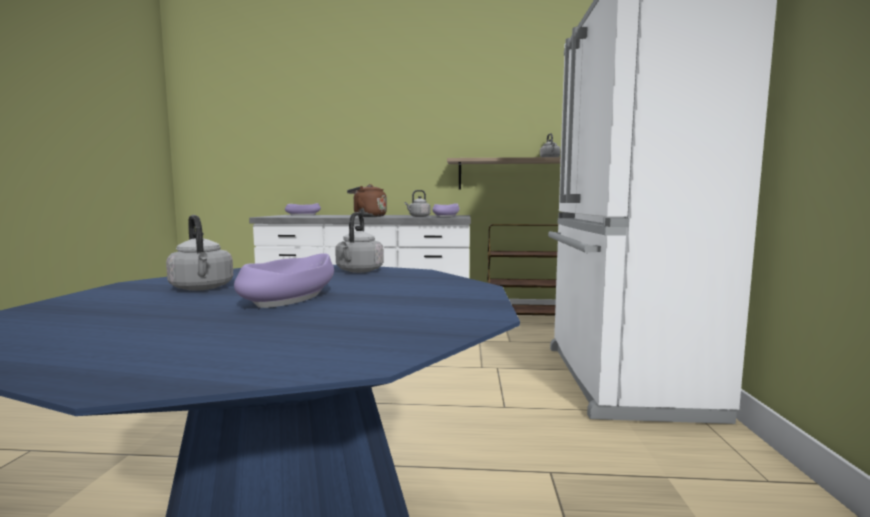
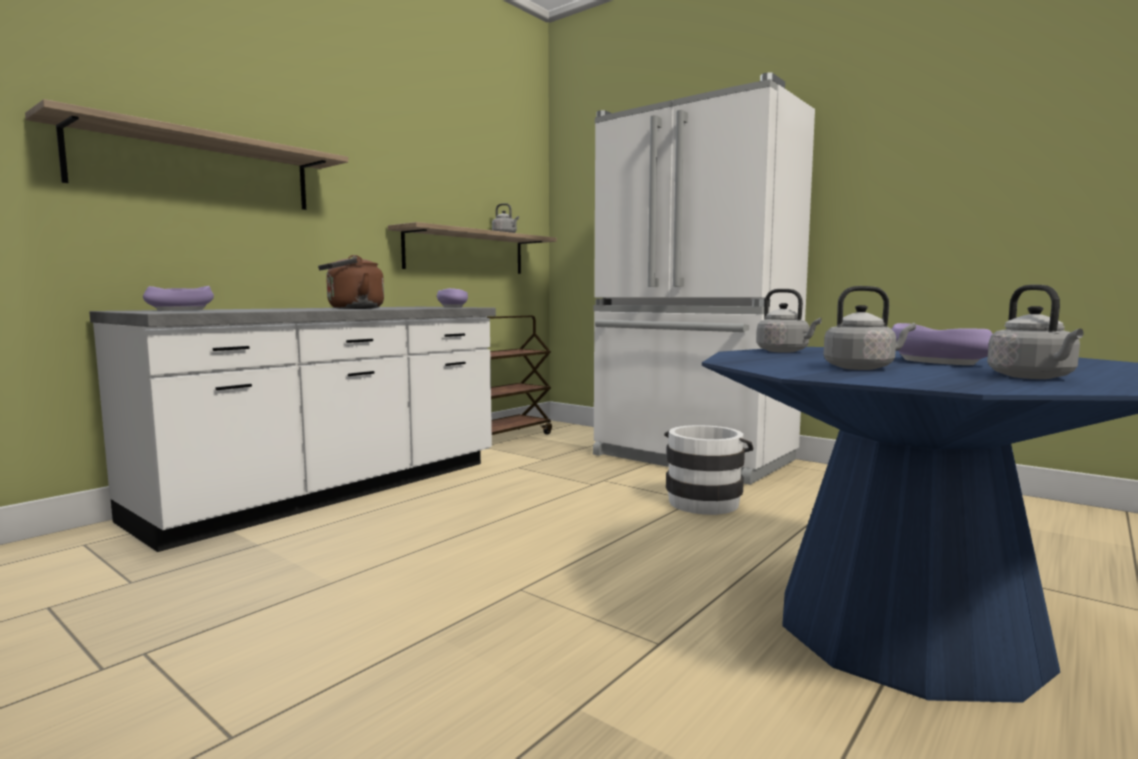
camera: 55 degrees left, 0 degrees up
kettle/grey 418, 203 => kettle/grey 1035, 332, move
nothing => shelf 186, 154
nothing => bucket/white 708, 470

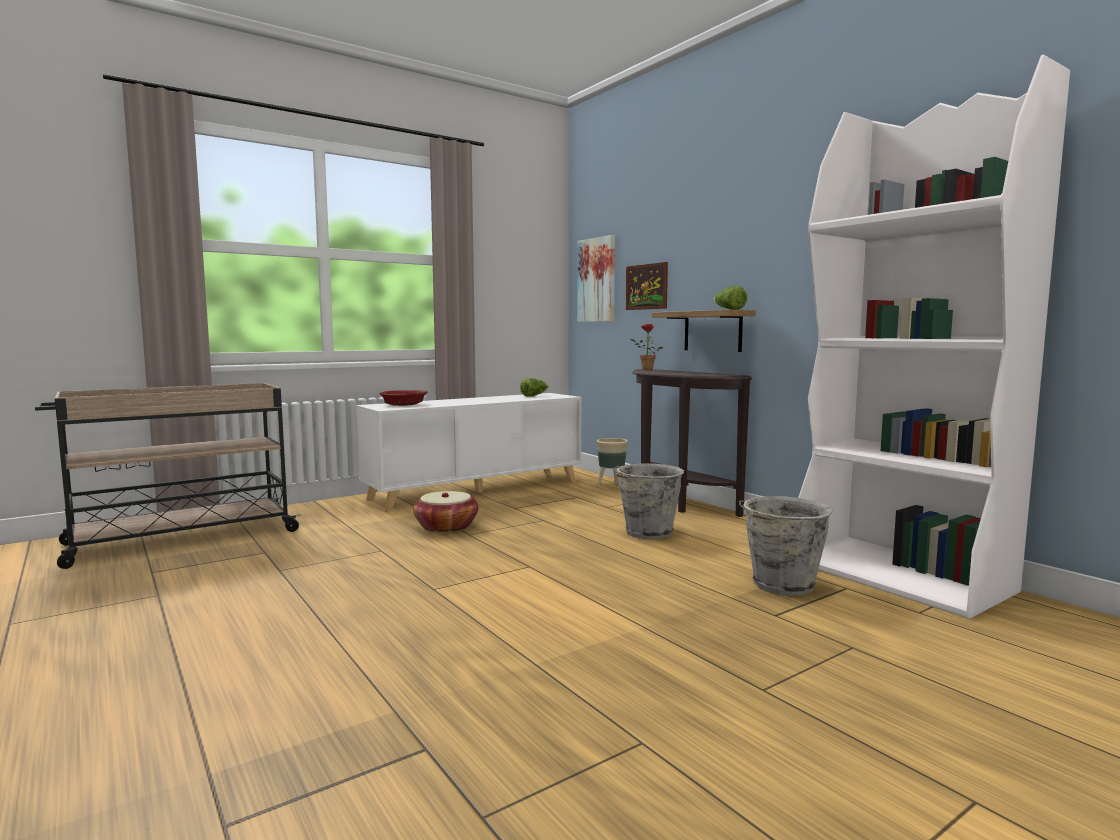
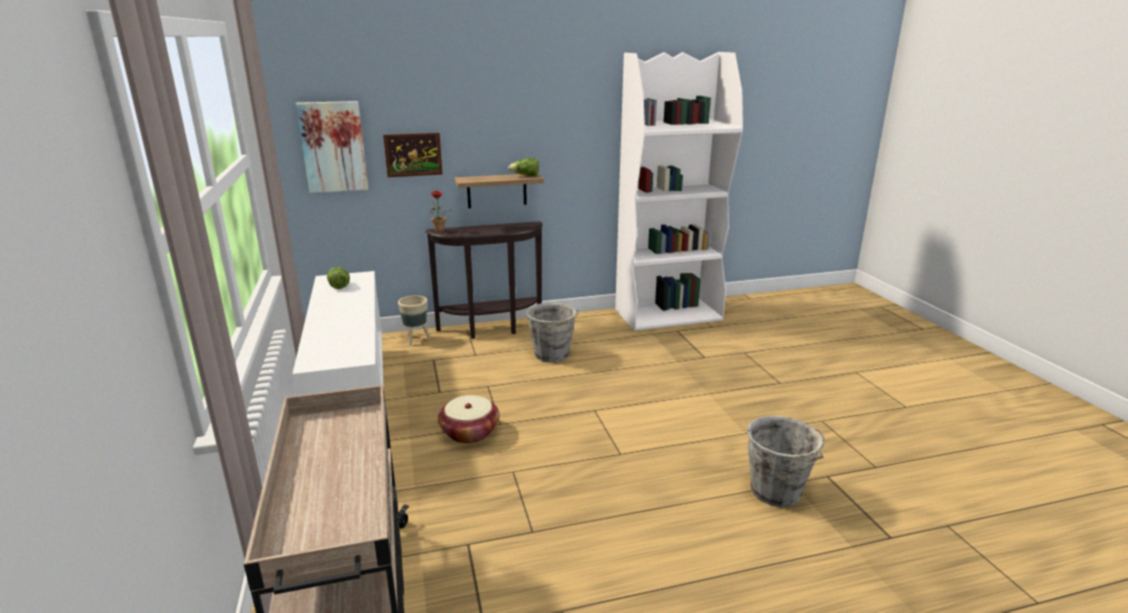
camera: 70 degrees left, 15 degrees up
bowl/red 404, 398 => nothing
bucket/grey 786, 546 => bucket/grey 786, 461, move

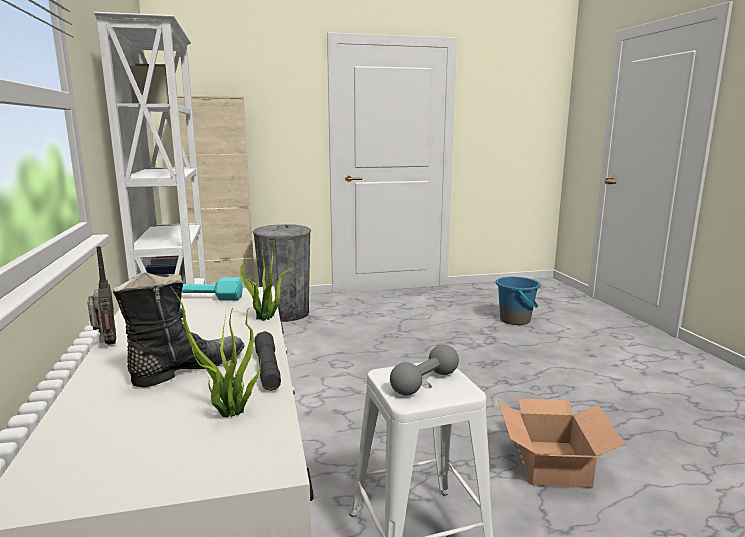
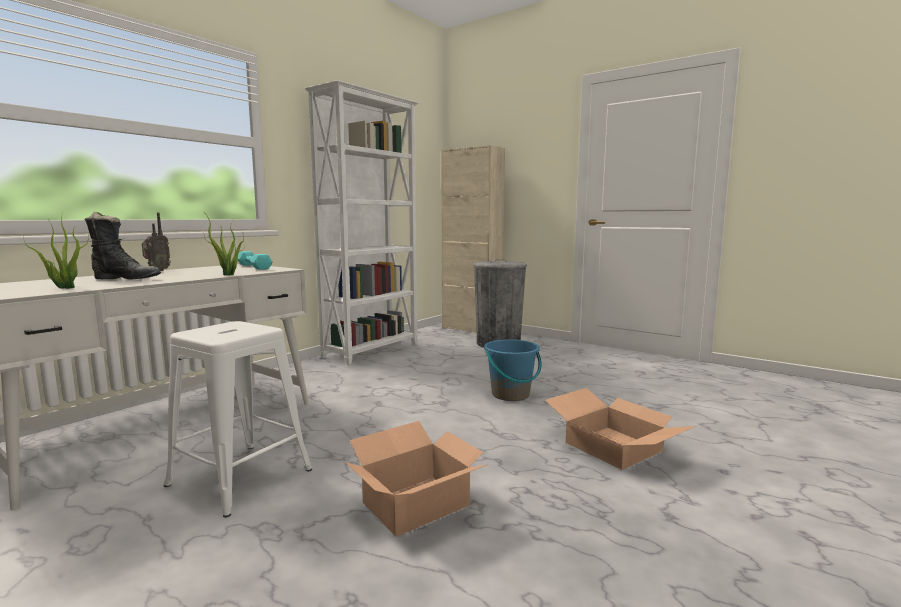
camera: 50 degrees right, 5 degrees down
flashlight/grey 267, 361 => nothing
dumbbell/grey 424, 370 => nothing
bucket/blue 518, 301 => bucket/blue 513, 370, move
nothing => cardboard box 620, 429

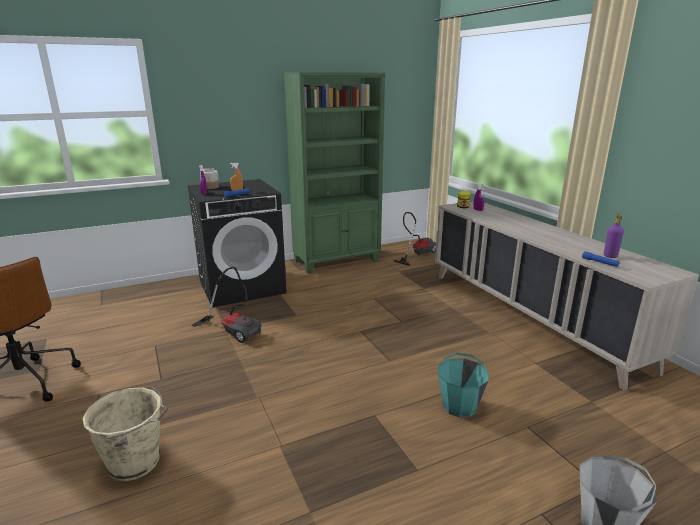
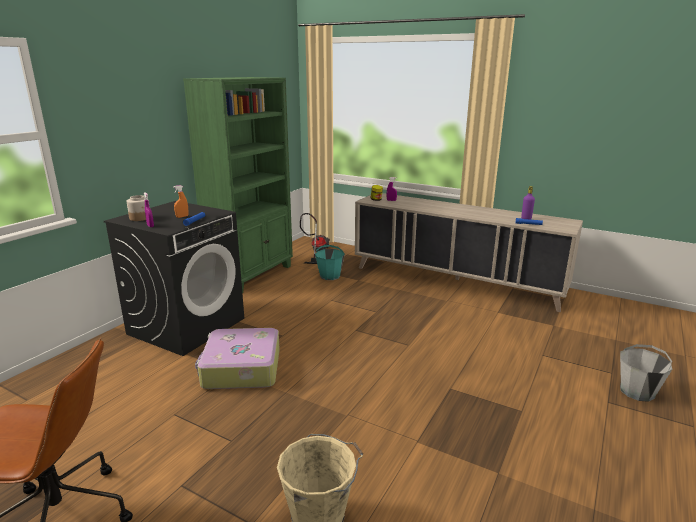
camera: 35 degrees left, 0 degrees up
vacuum cleaner 227, 305 => suitcase 237, 358
bucket/turquoise 463, 385 => bucket/turquoise 330, 262, move

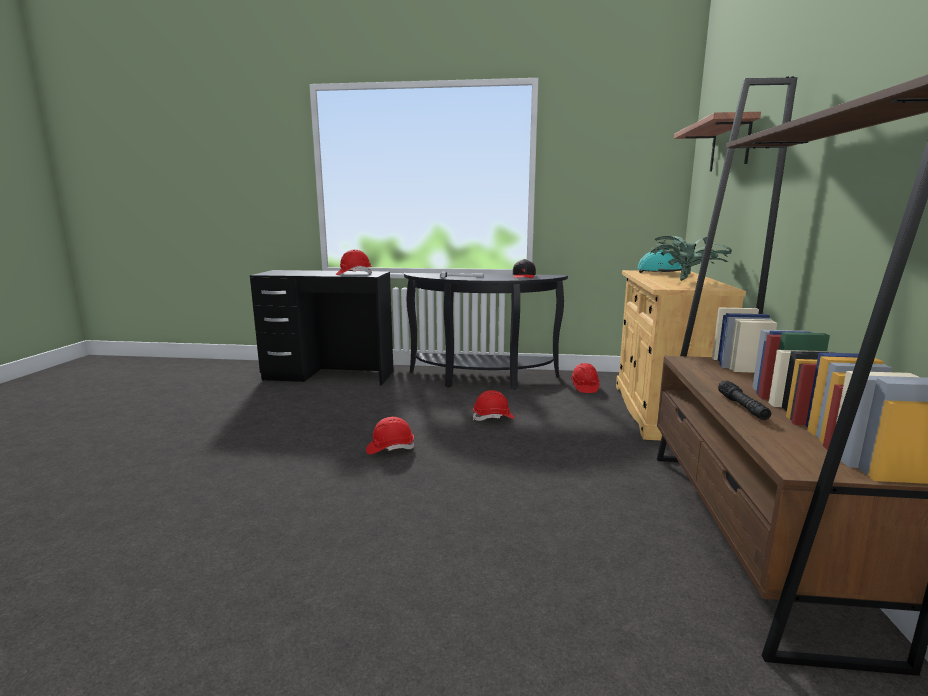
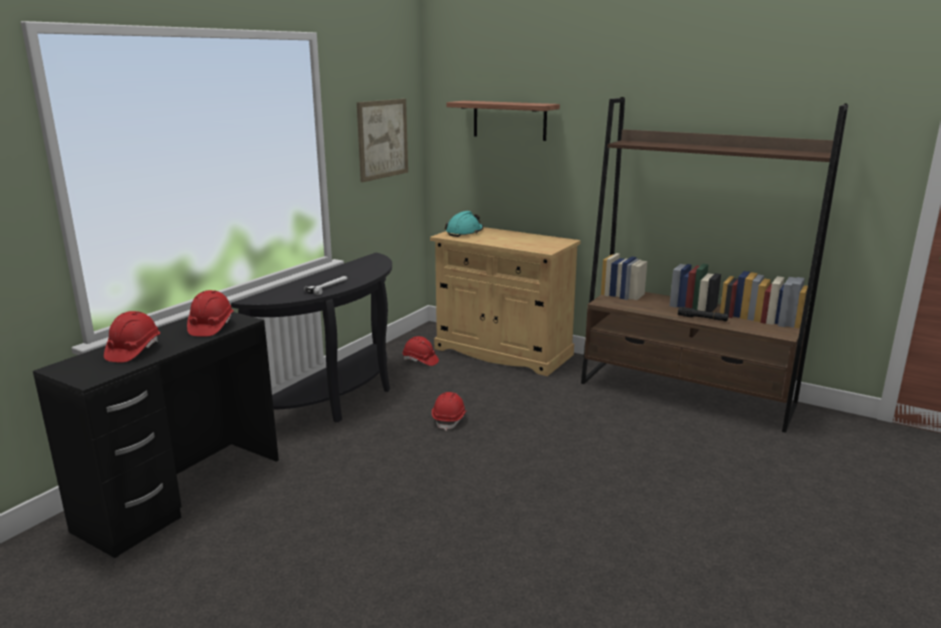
camera: 65 degrees left, 5 degrees up
hard hat/red 390, 435 => hard hat/red 132, 336, move
cap/black 524, 268 => nothing
potted plant 691, 258 => nothing
nothing => picture 382, 140

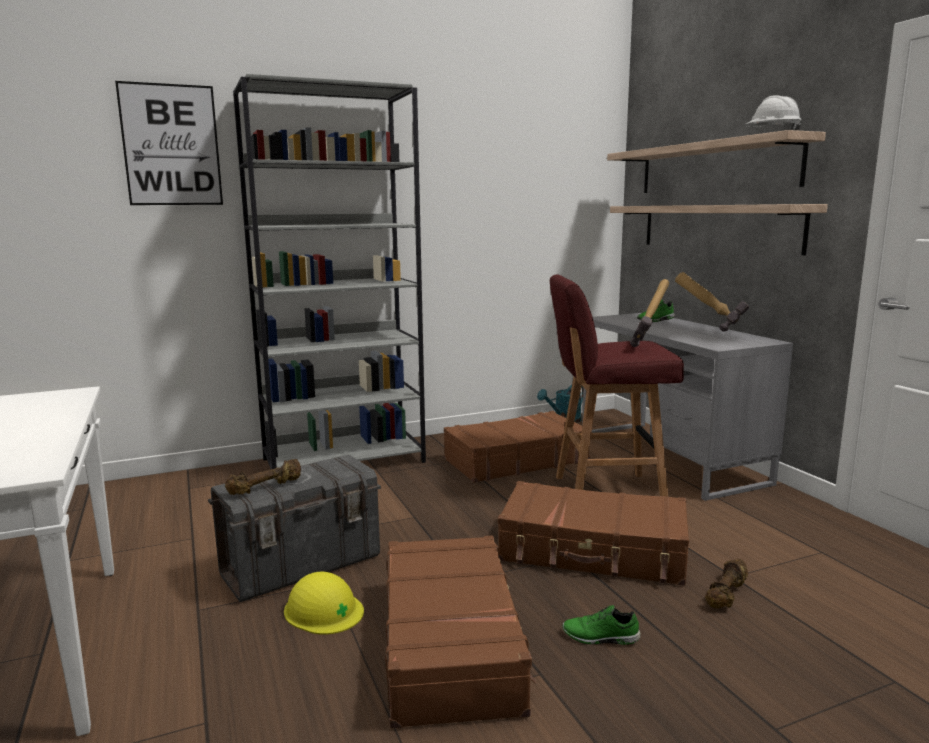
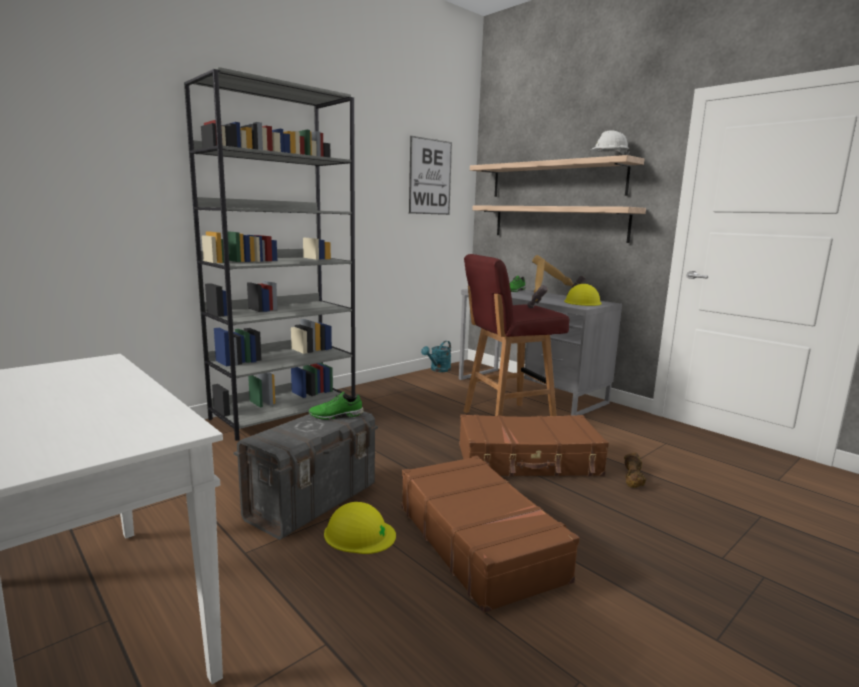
camera: 20 degrees left, 0 degrees up
picture 169, 143 => picture 430, 175, move
dumbbell/brown 263, 477 => nothing
suitcase/brown 517, 447 => nothing
shoe/green 601, 625 => shoe/green 336, 406, move
nothing => hard hat/yellow 583, 295

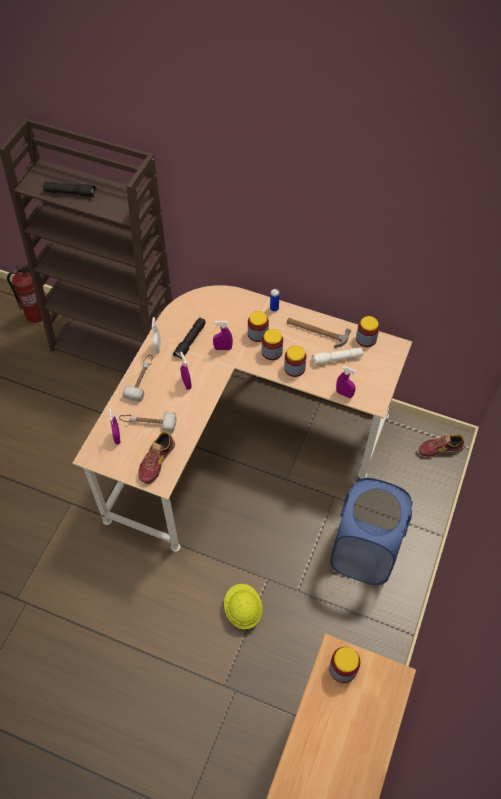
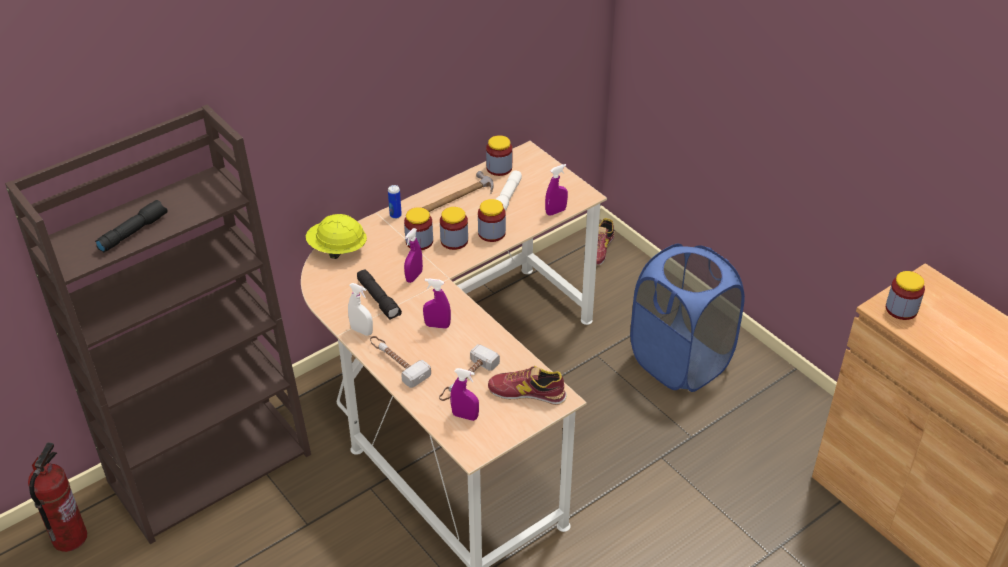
camera: 60 degrees left, 15 degrees down
shoe 156, 457 => shoe 527, 385, 135 degrees clockwise
hard hat/yellow 243, 606 => hard hat/yellow 336, 236, move

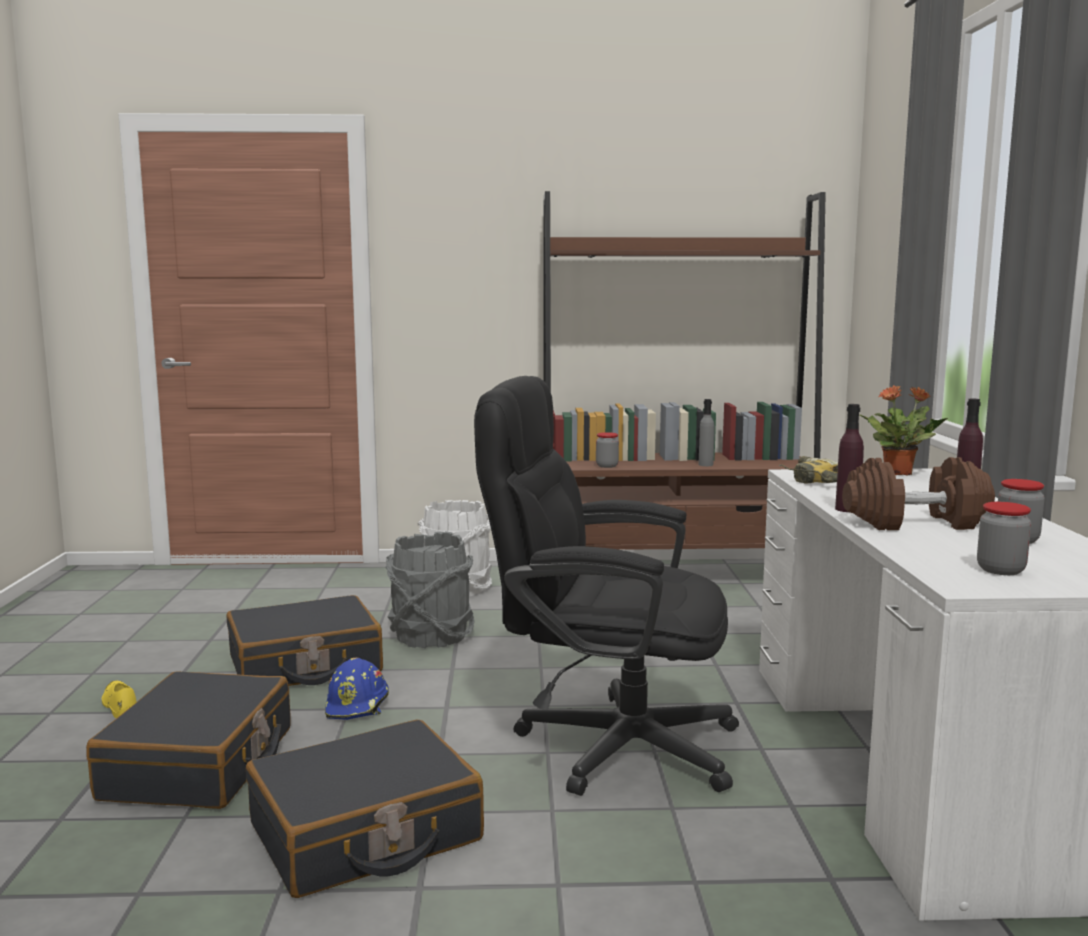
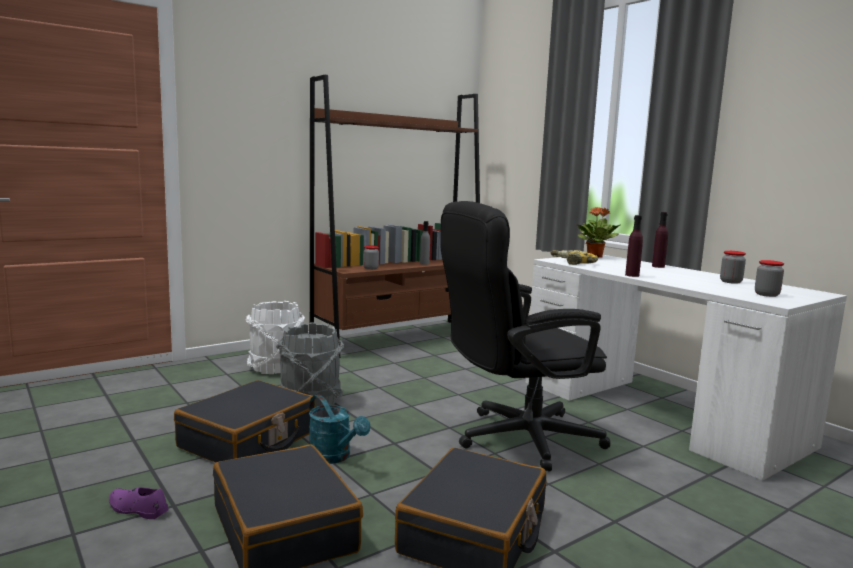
camera: 35 degrees left, 0 degrees up
shoe/yellow 119, 699 => shoe/purple 139, 503
hard hat/blue 357, 689 => watering can/turquoise 339, 429
dumbbell/brown 918, 493 => nothing

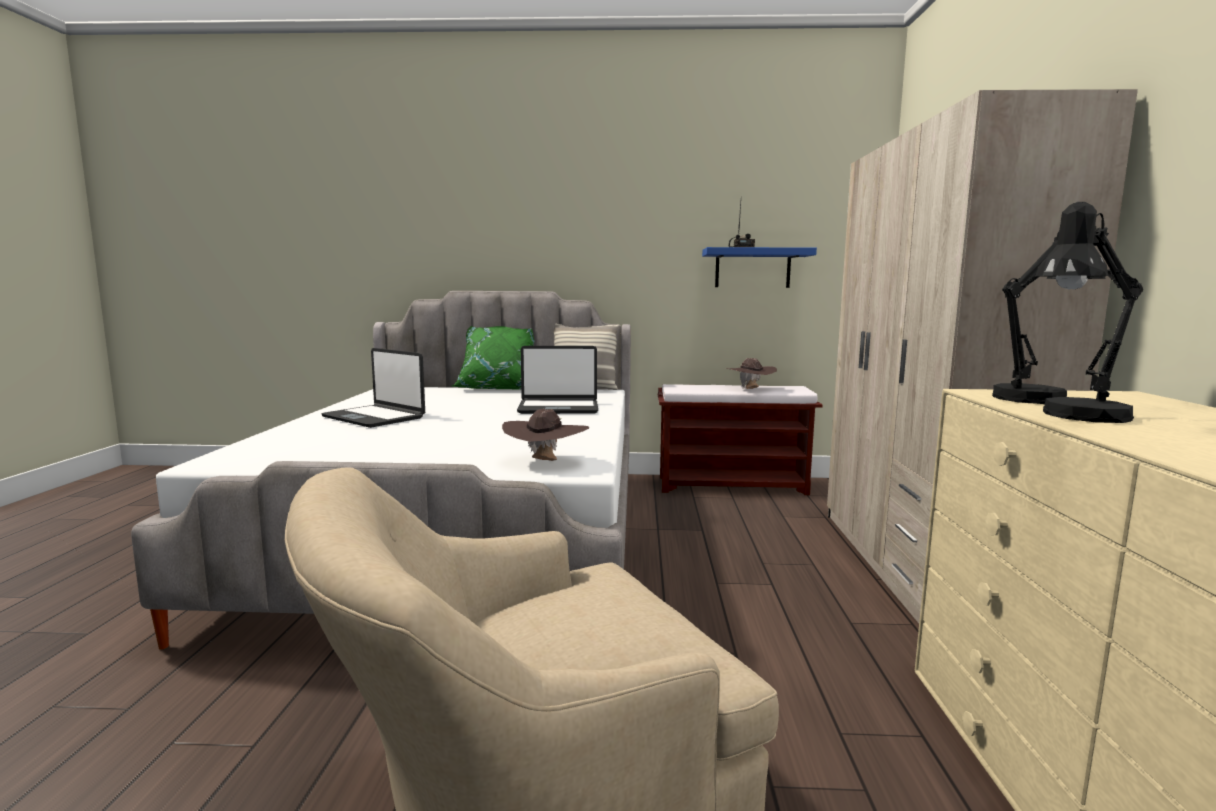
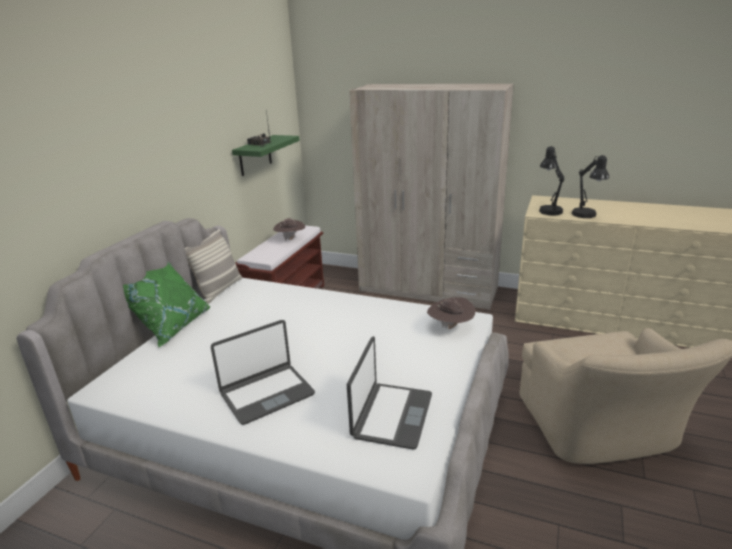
camera: 70 degrees left, 15 degrees up
laptop 557, 380 => laptop 389, 392, move
shelf/blue 759, 267 => shelf/green 266, 155

